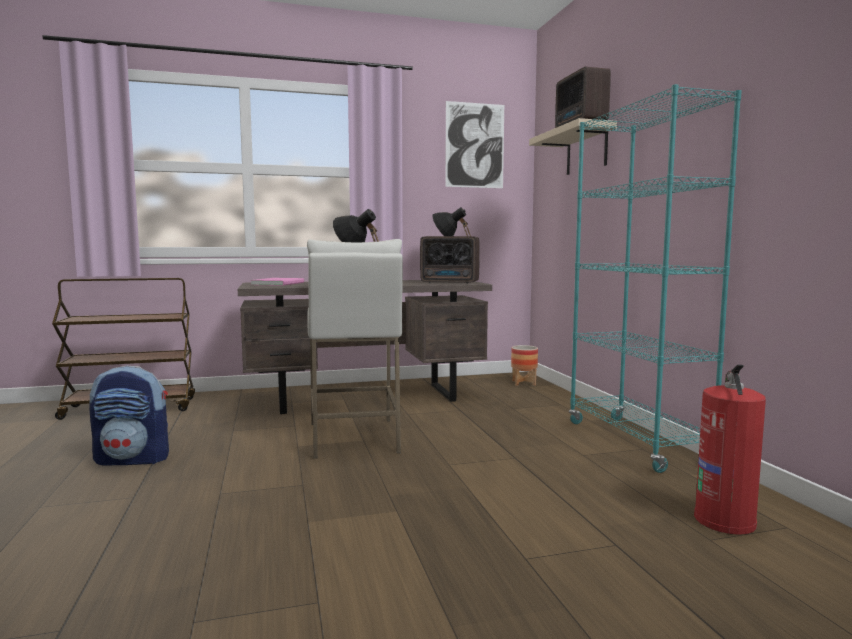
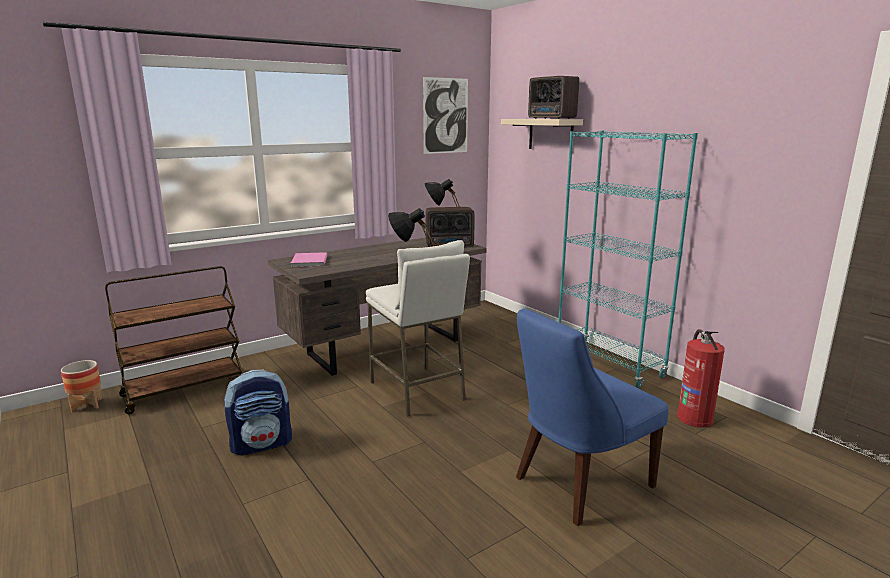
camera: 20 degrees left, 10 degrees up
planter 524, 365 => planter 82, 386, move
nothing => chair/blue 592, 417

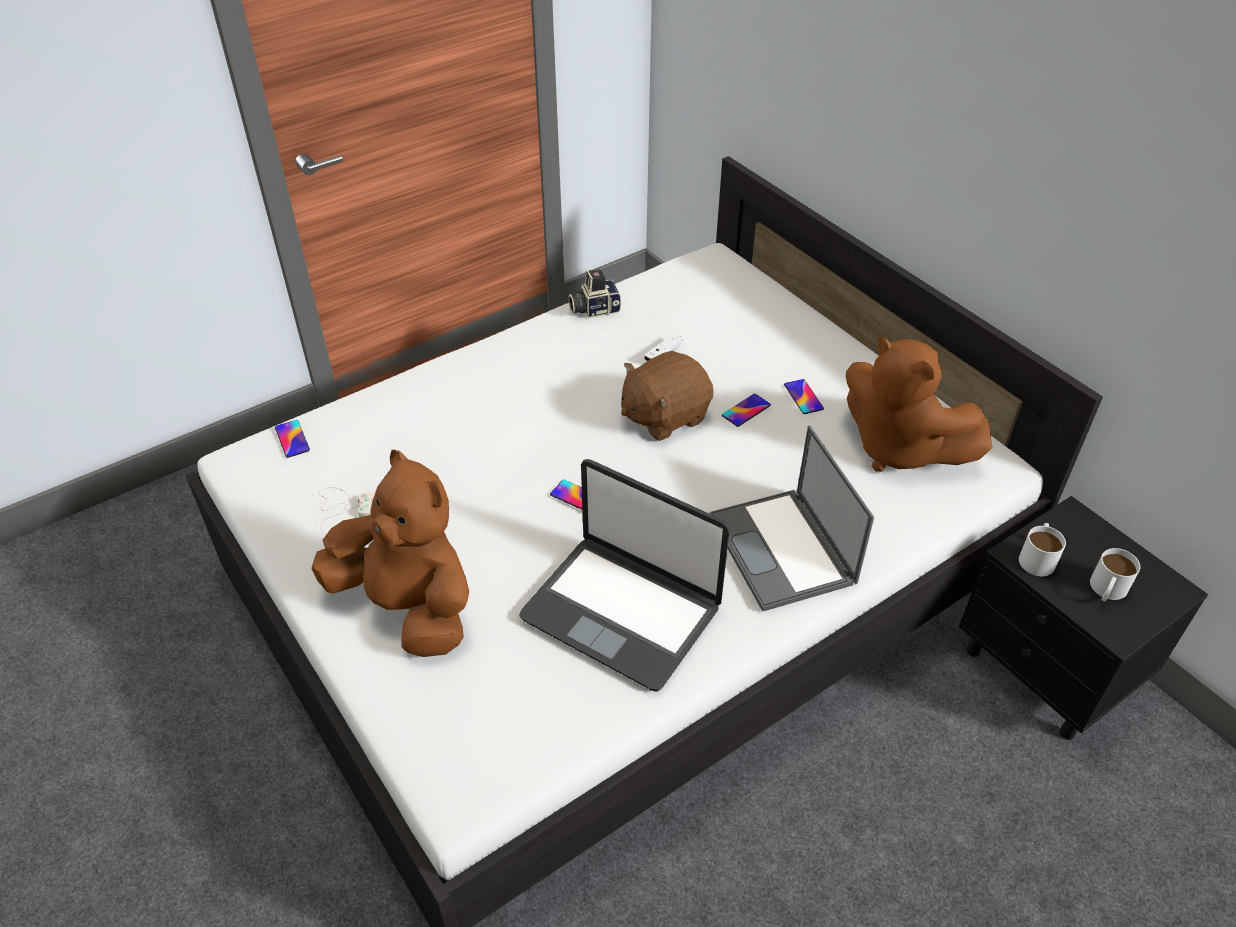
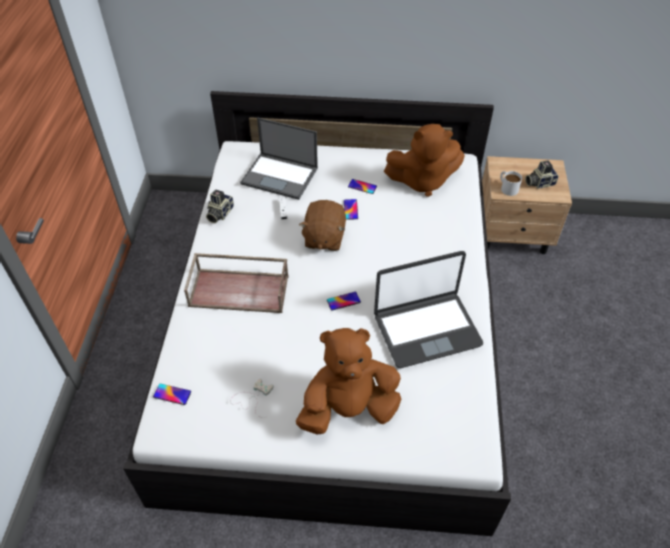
camera: 50 degrees left, 5 degrees up
laptop 792, 519 => laptop 279, 158, move
nightstand/black 1083, 618 => nightstand/beige 527, 205
mug/white 1115, 575 => photo camera 542, 175
nothing => tray/brown 236, 283

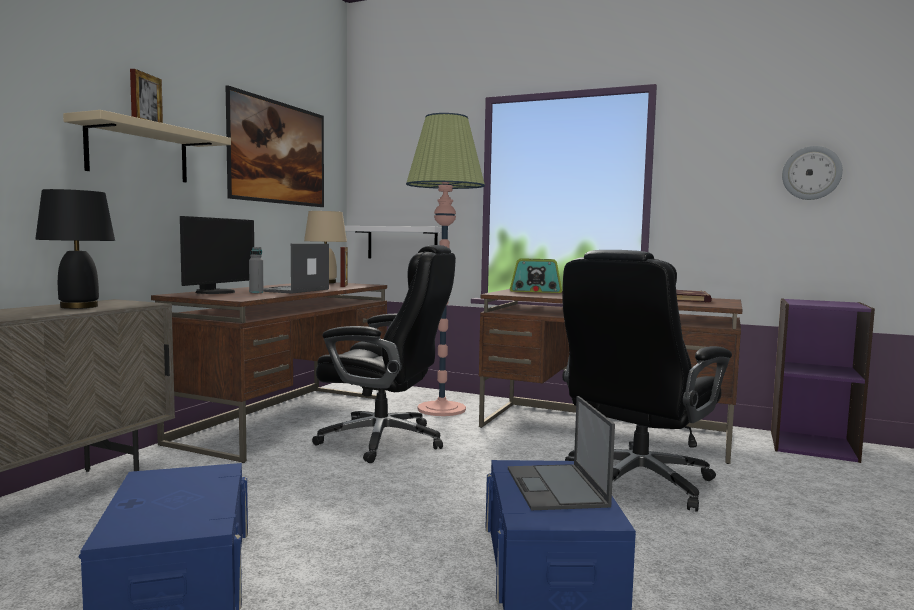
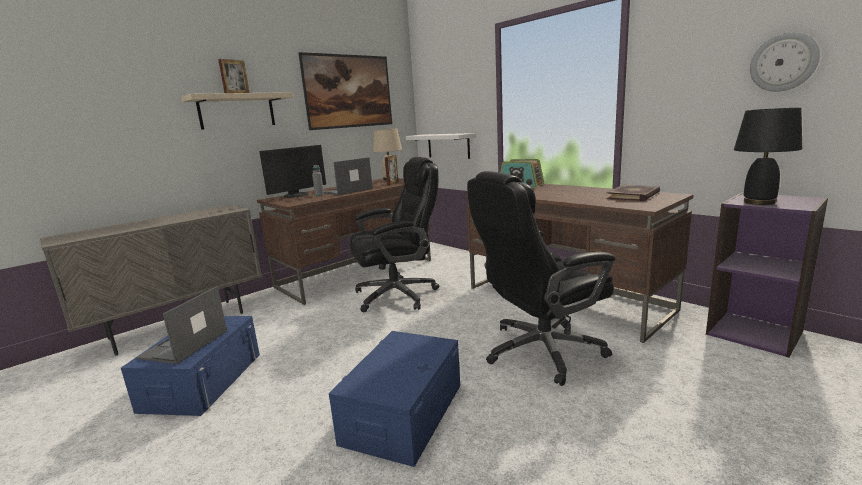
camera: 25 degrees right, 10 degrees up
table lamp/black 75, 249 => table lamp/black 768, 156, move
office chair/black 384, 354 => office chair/black 394, 234, 60 degrees counterclockwise
floor lamp 445, 264 => nothing
laptop 561, 453 => laptop 181, 325, move

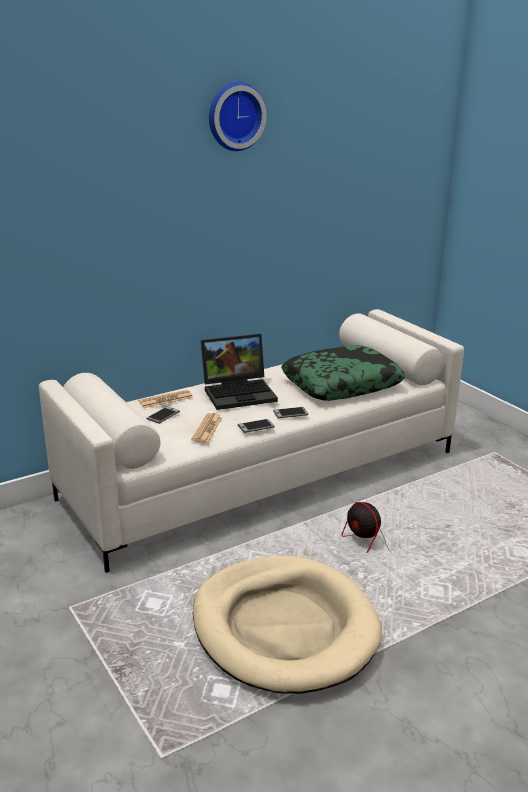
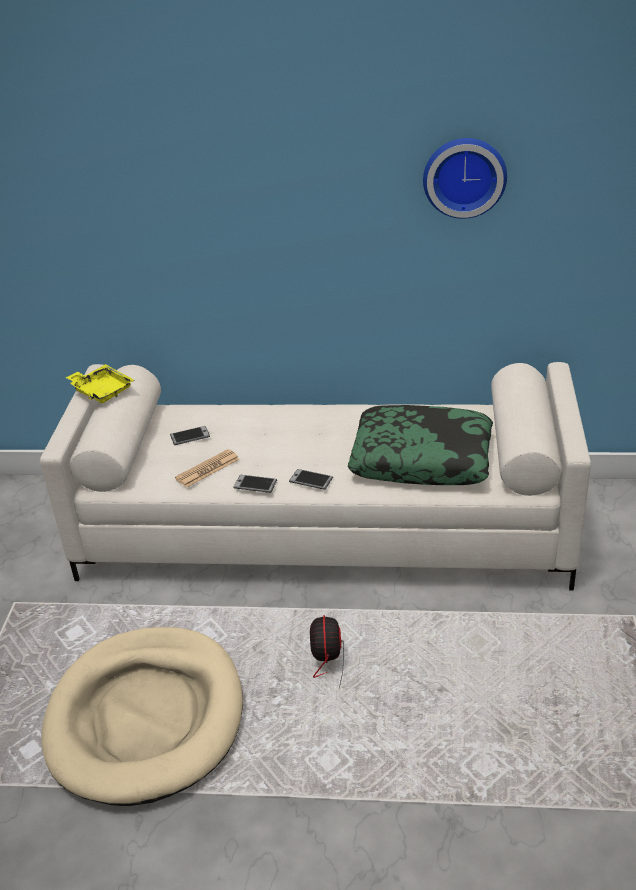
camera: 40 degrees right, 10 degrees up
newspaper 165, 399 => nothing
laptop 239, 372 => nothing
wall clock 238, 116 => wall clock 465, 178, move
nothing => tray/yellow 99, 384

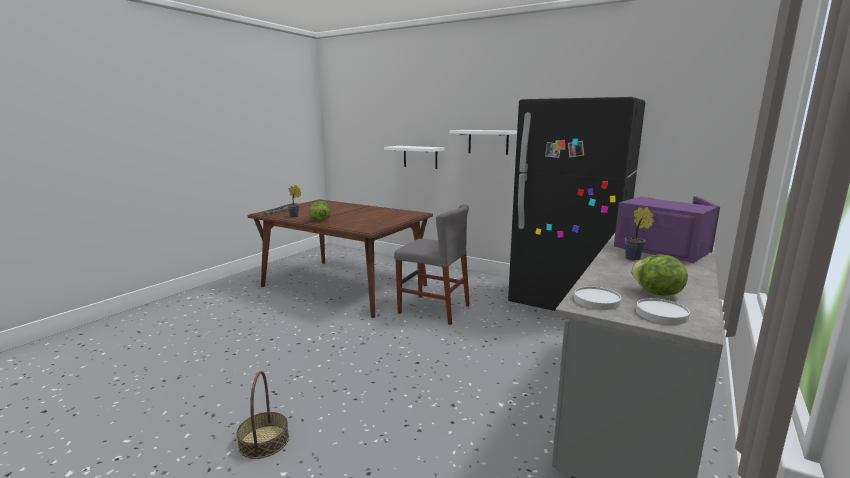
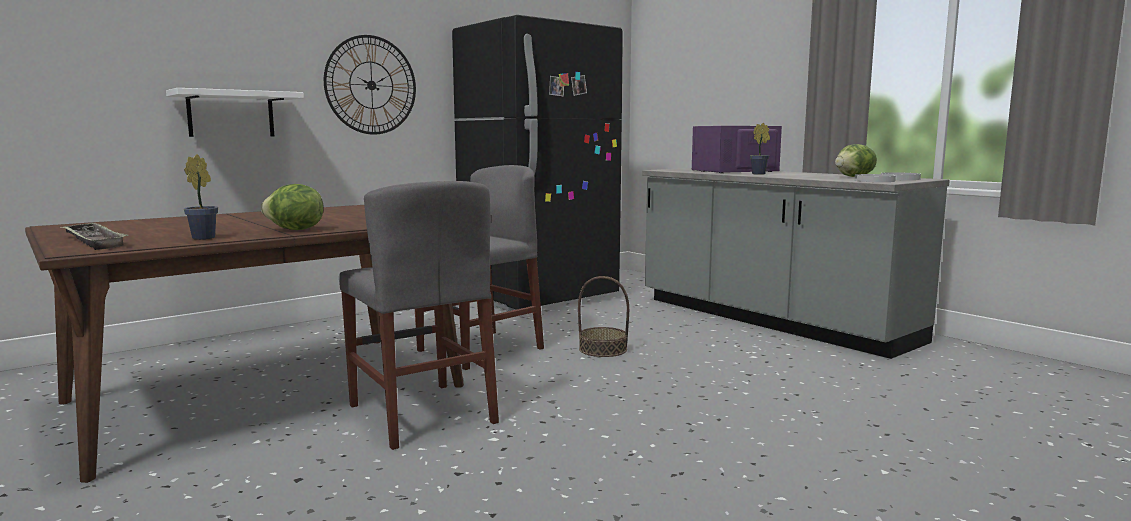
camera: 70 degrees left, 5 degrees down
basket 263, 415 => basket 603, 316, move
shelf/white 483, 142 => wall clock 370, 85
nothing => chair/grey 419, 315

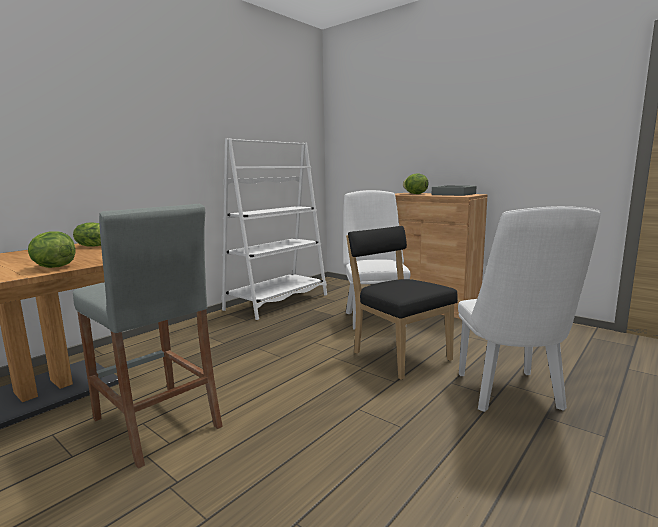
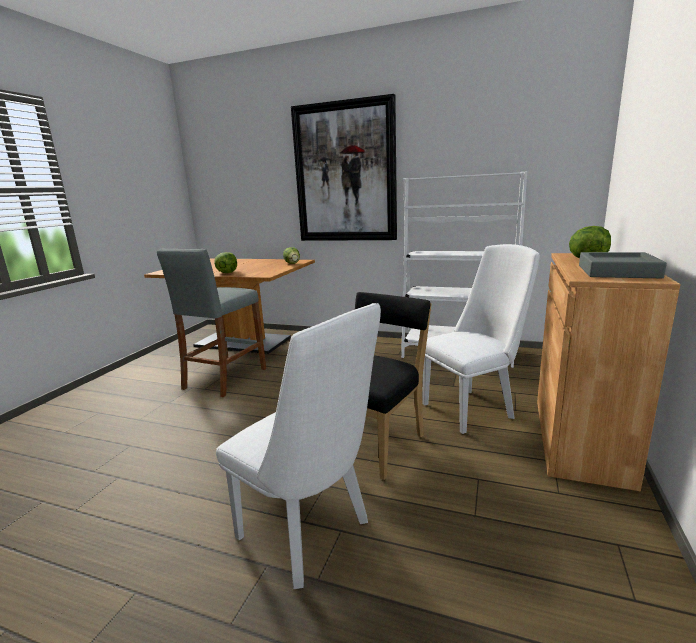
camera: 70 degrees right, 5 degrees up
chair/white 529, 309 => chair/white 298, 446, 120 degrees counterclockwise
nothing => picture 344, 167

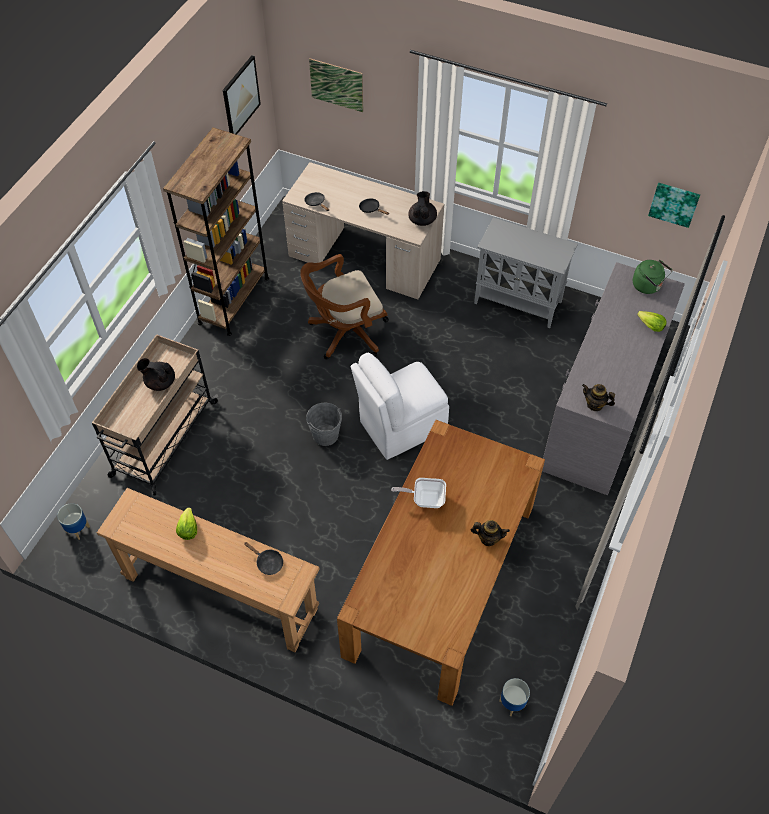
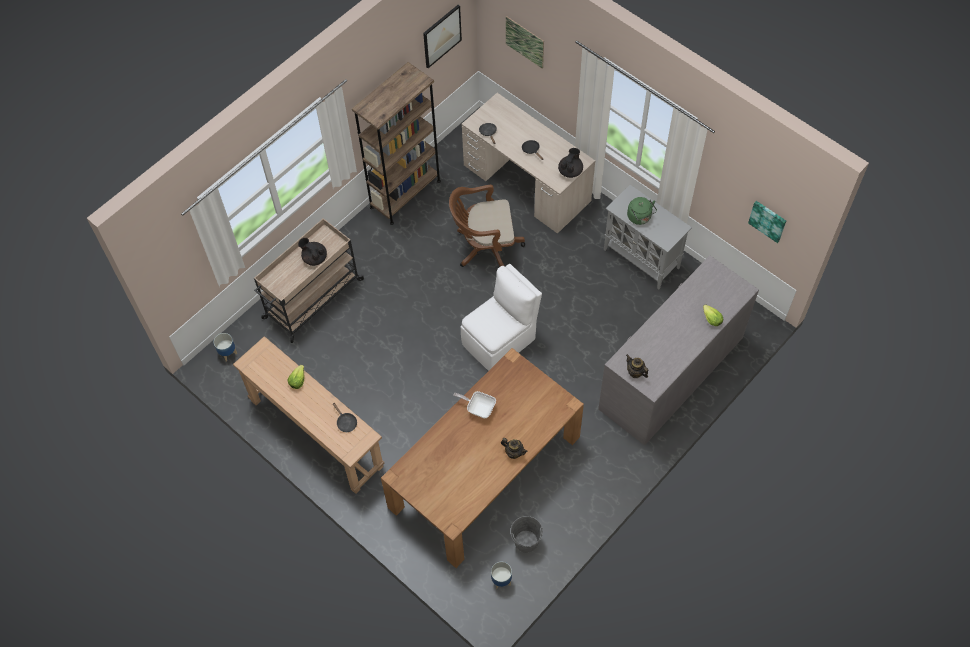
camera: 20 degrees right, 5 degrees up
bucket/grey 324, 424 => bucket/grey 526, 534, move
chair/white 400, 406 => chair/white 501, 317, 150 degrees clockwise
kettle/green 652, 277 => kettle/green 642, 211, move

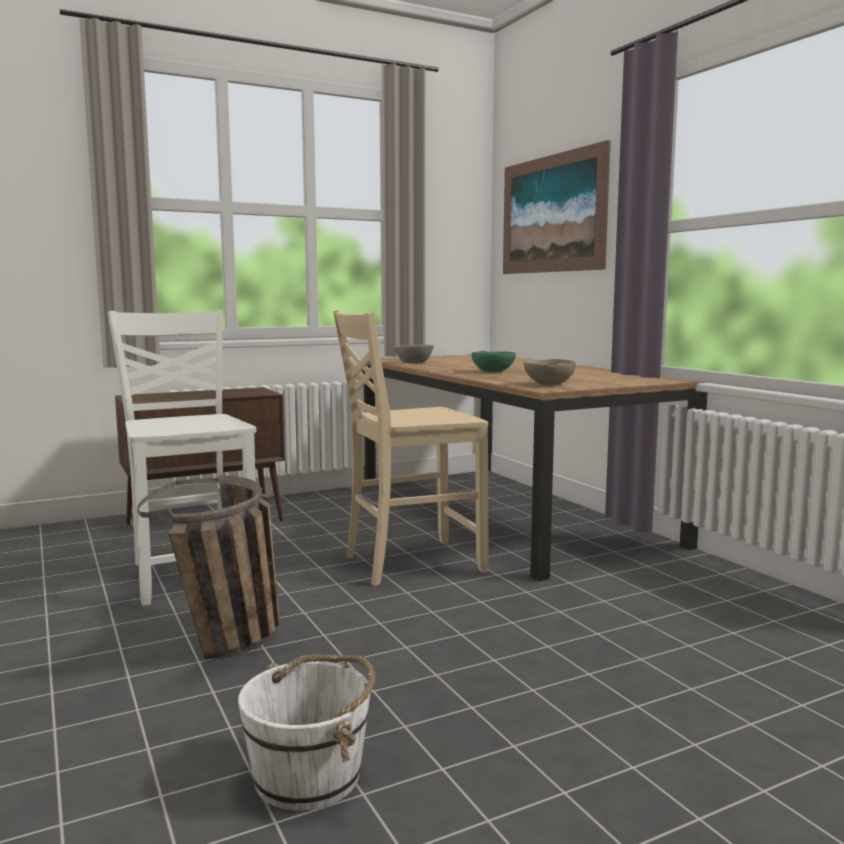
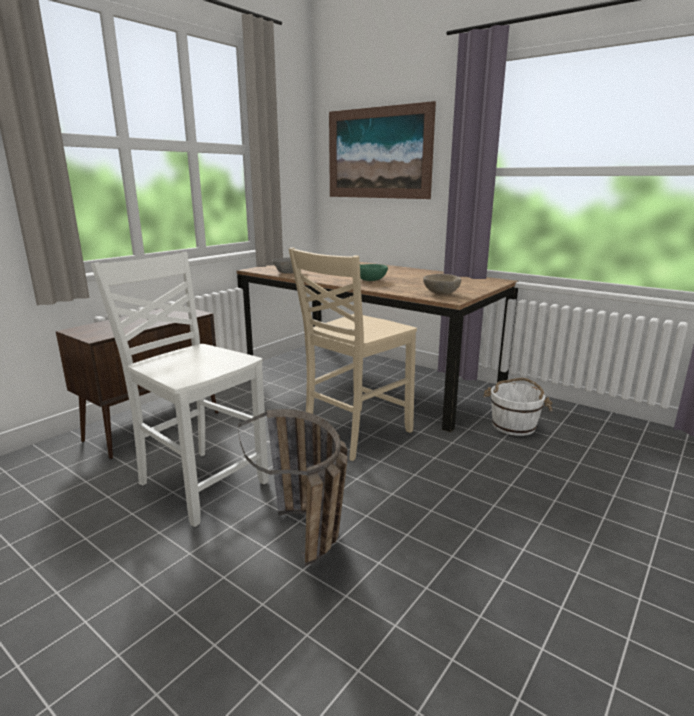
camera: 25 degrees left, 10 degrees up
bucket/white 306, 733 => bucket/white 518, 407, move

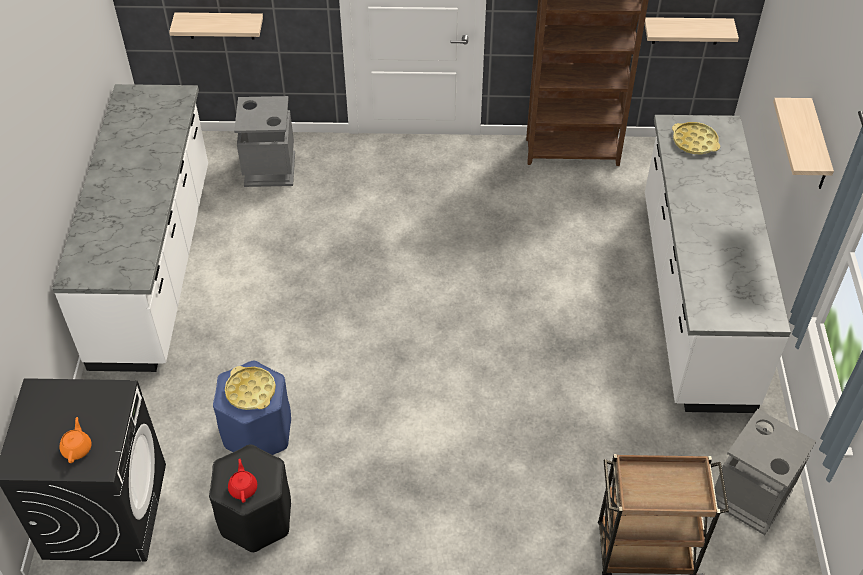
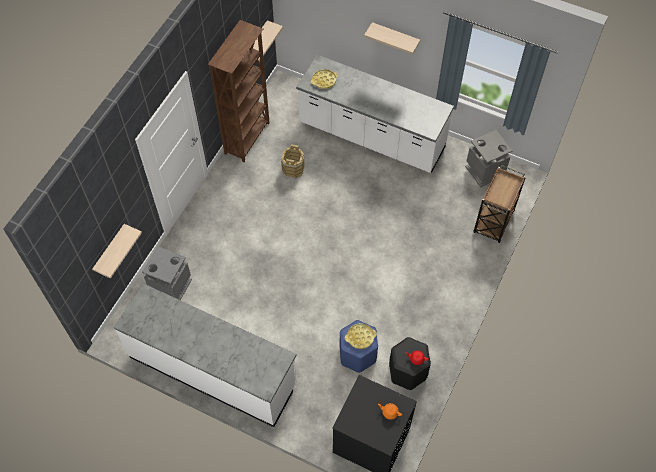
camera: 65 degrees left, 10 degrees up
nothing => bucket/brown 292, 161

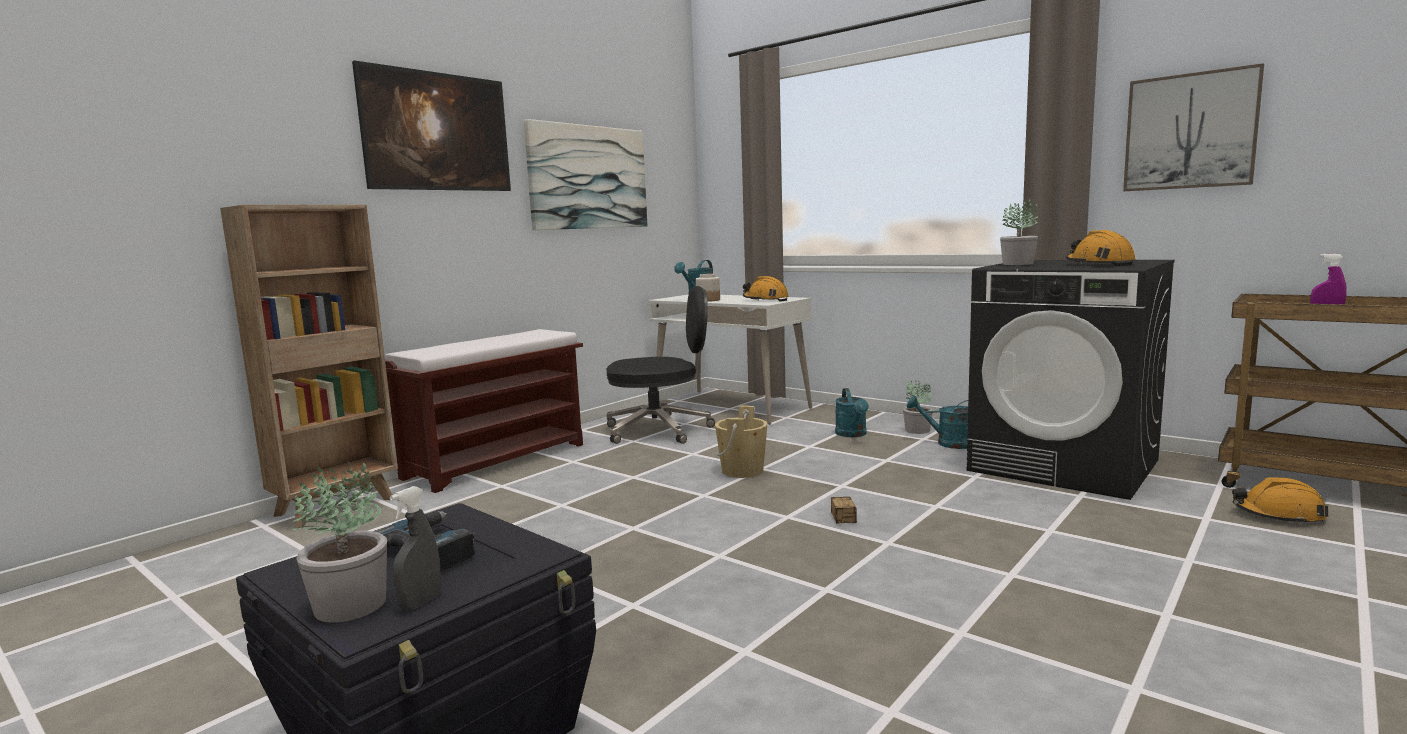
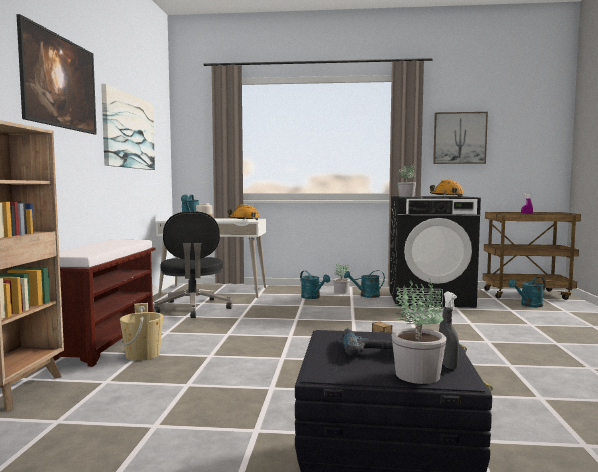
camera: 35 degrees left, 5 degrees down
office chair/black 660, 365 => office chair/black 192, 265, 120 degrees clockwise
bucket/beige 741, 442 => bucket/beige 141, 332, move
hard hat/orange 1280, 501 => watering can/turquoise 527, 292

